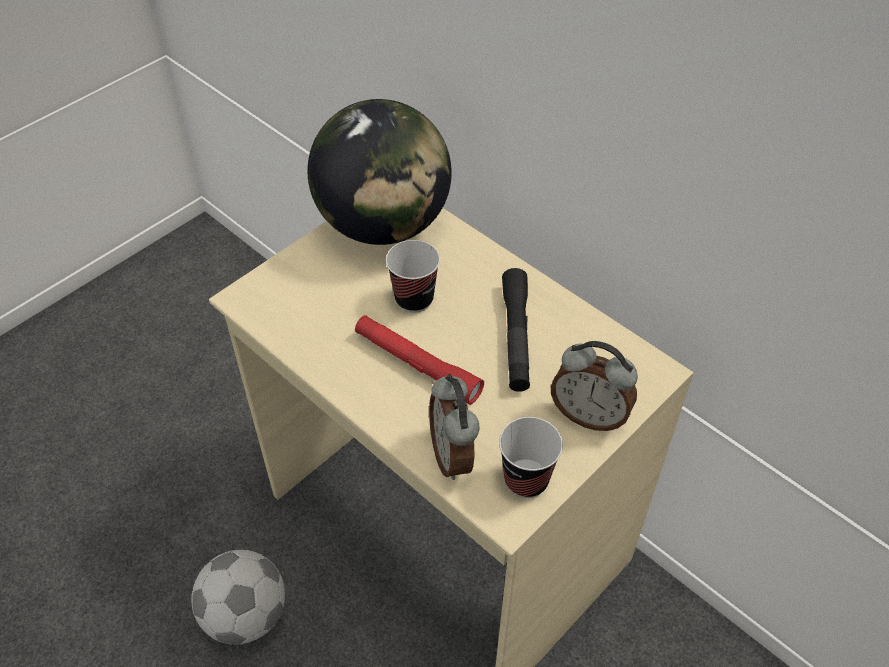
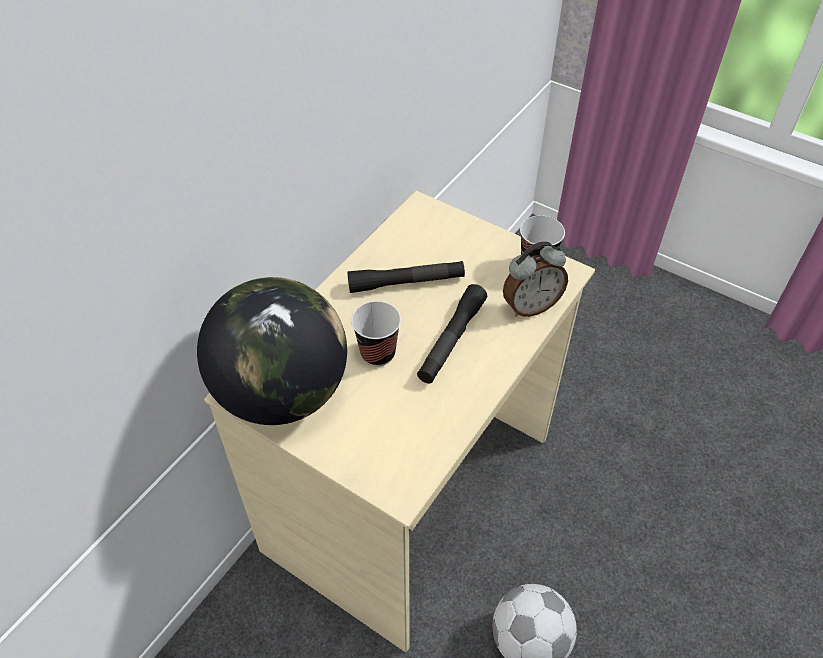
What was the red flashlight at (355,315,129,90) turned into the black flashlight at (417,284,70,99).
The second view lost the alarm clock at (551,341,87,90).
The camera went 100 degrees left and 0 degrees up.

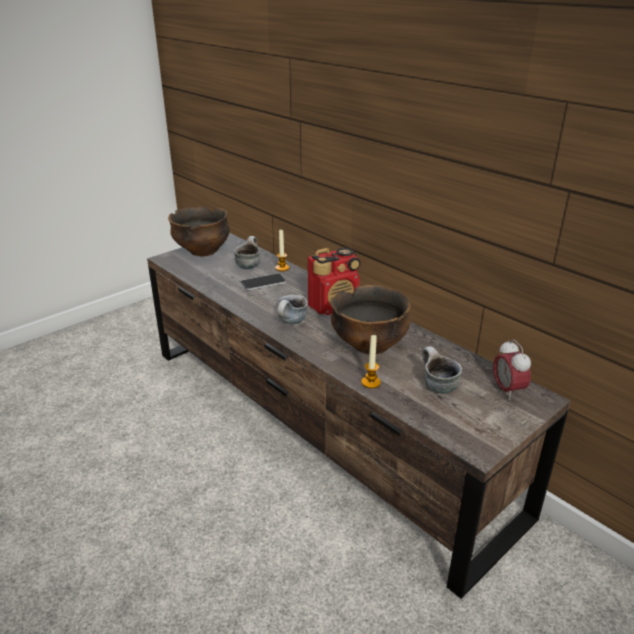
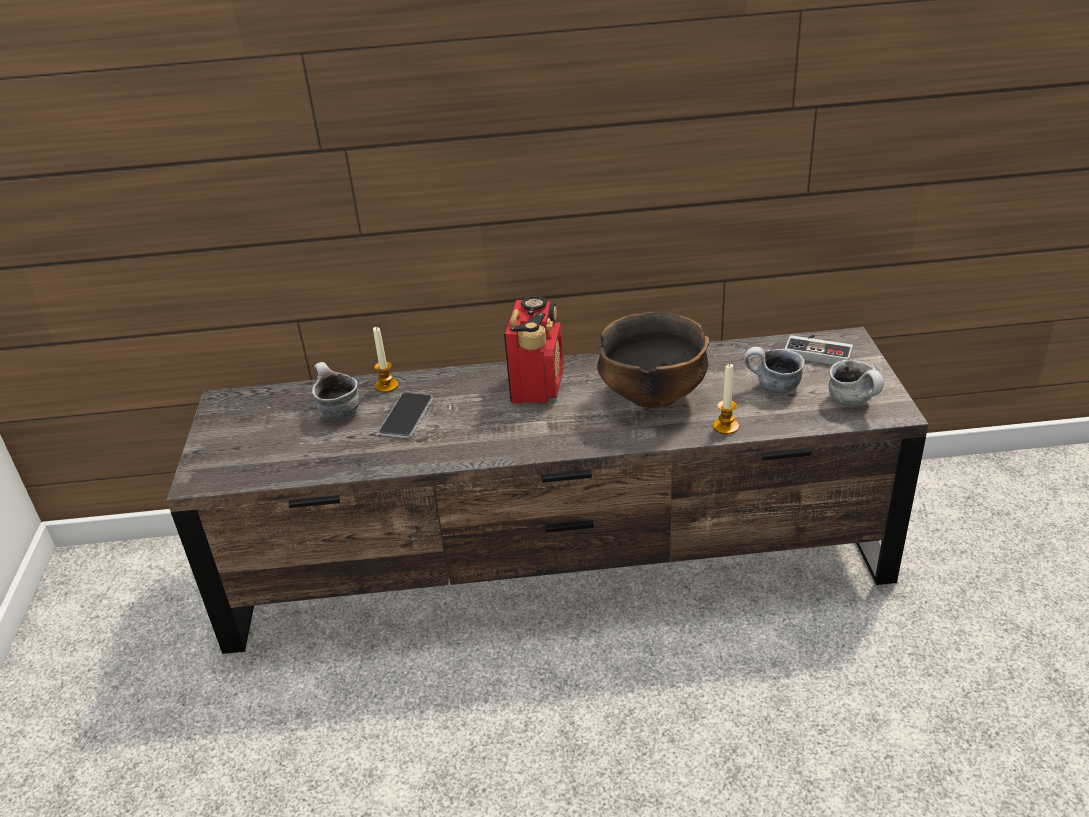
The second view lost the bowl at (168,207,62,50).
The mug ended up elsewhere, having gone from (277,295,31,29) to (828,360,56,46).
Where the alarm clock stood at (493,339,38,61), the game controller came to stand at (785,334,68,31).
The camera went 50 degrees left and 5 degrees up.

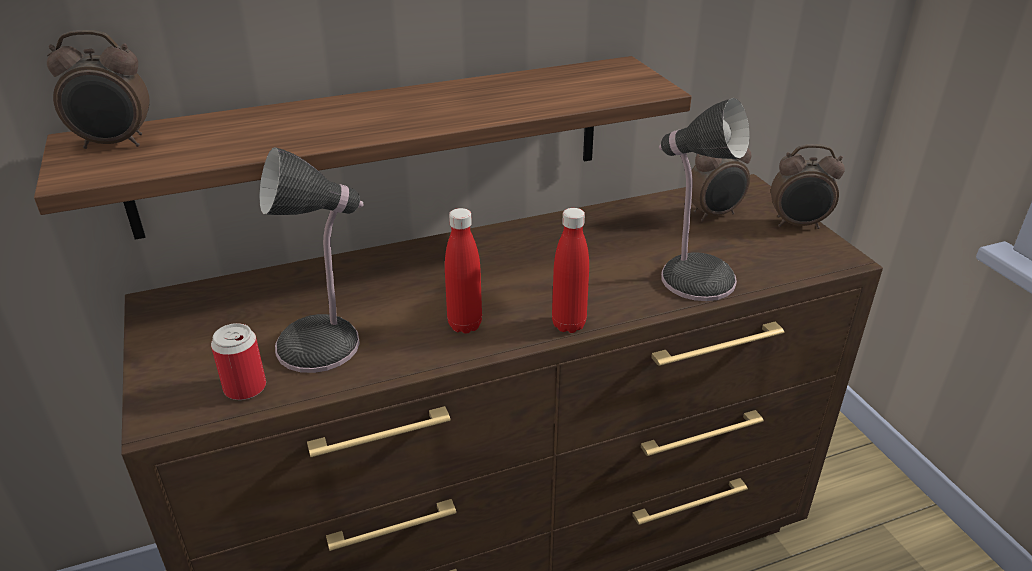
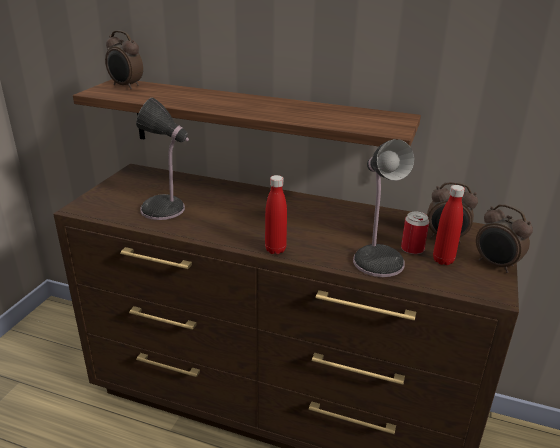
The red bottle ended up elsewhere, having gone from (445,208,37,126) to (433,185,32,80).
The can ended up elsewhere, having gone from (211,323,55,77) to (401,212,28,42).
The camera went 40 degrees right and 5 degrees down.

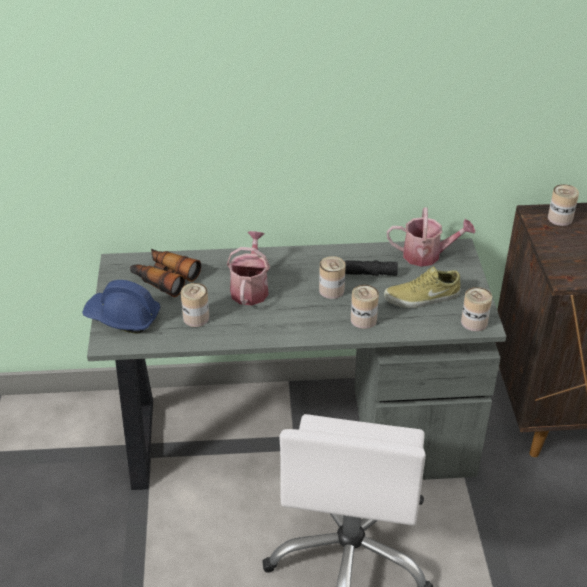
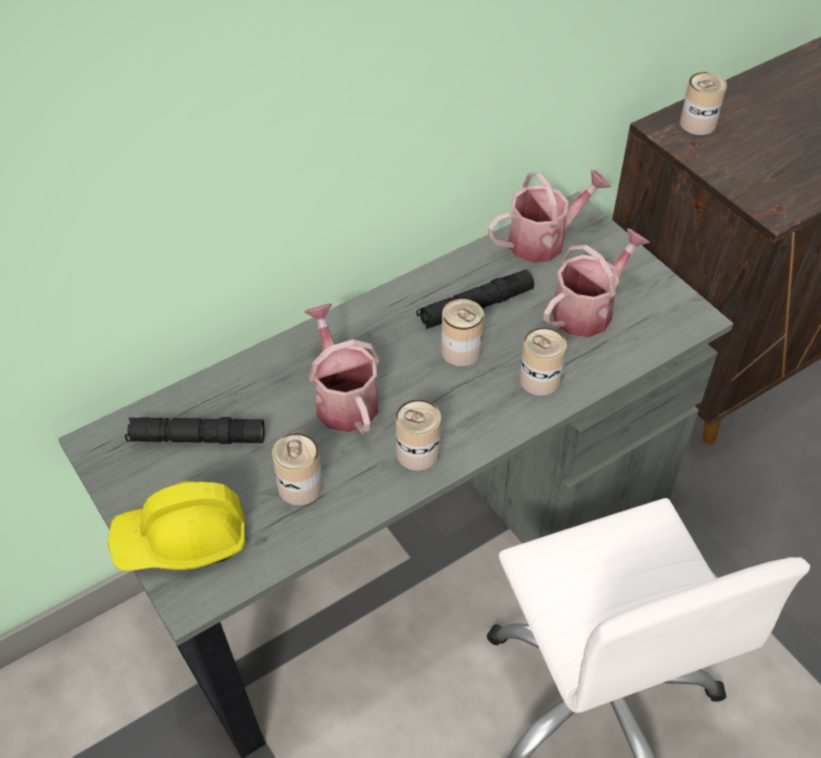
Where the binoculars stood at (130,249,71,48), the black flashlight came to stand at (125,417,140,27).
Where the beige shoe stood at (384,266,77,42), the watering can came to stand at (543,229,106,108).
What was the blue hard hat at (82,280,78,53) turned into the yellow hard hat at (108,481,137,89).
The can ended up elsewhere, having gone from (461,287,31,44) to (395,399,46,72).
The camera went 30 degrees left and 10 degrees up.

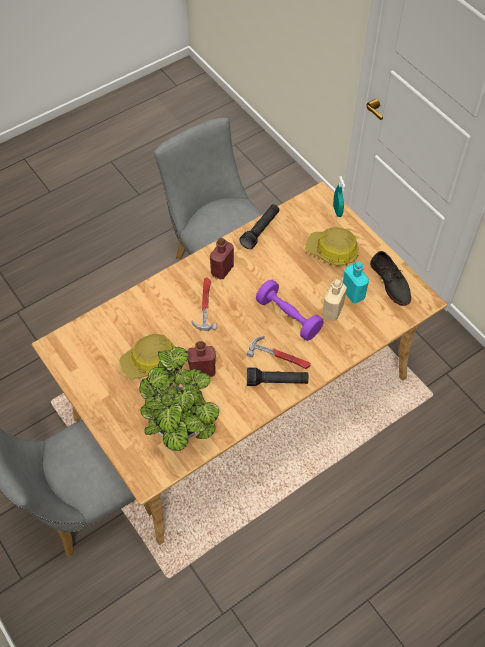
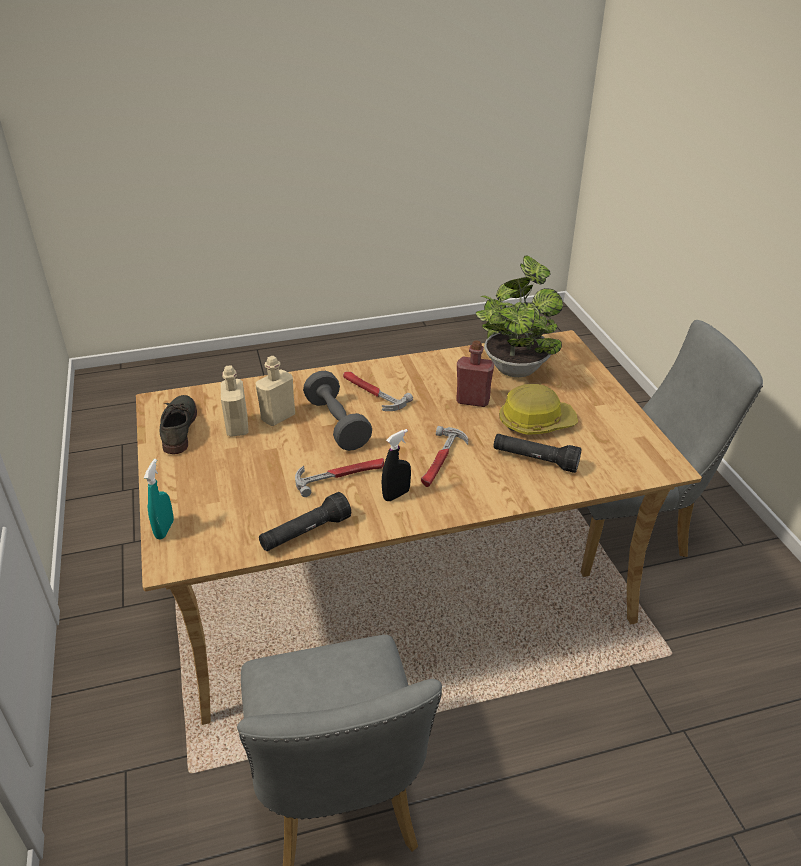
The second view lost the hard hat at (305,227,54,39).
Where the red bottle stood at (210,237,24,42), the black spray bottle came to stand at (381,429,30,72).
What was the turquoise bottle at (343,261,26,42) turned into the beige bottle at (221,365,28,72).
What was the purple dumbbell at (256,280,68,61) turned into the grey dumbbell at (303,371,69,80).
The black flashlight ended up elsewhere, having gone from (247,367,61,19) to (493,434,89,39).
The second view gained the hammer at (295,458,89,39).
The camera went 160 degrees left and 20 degrees down.

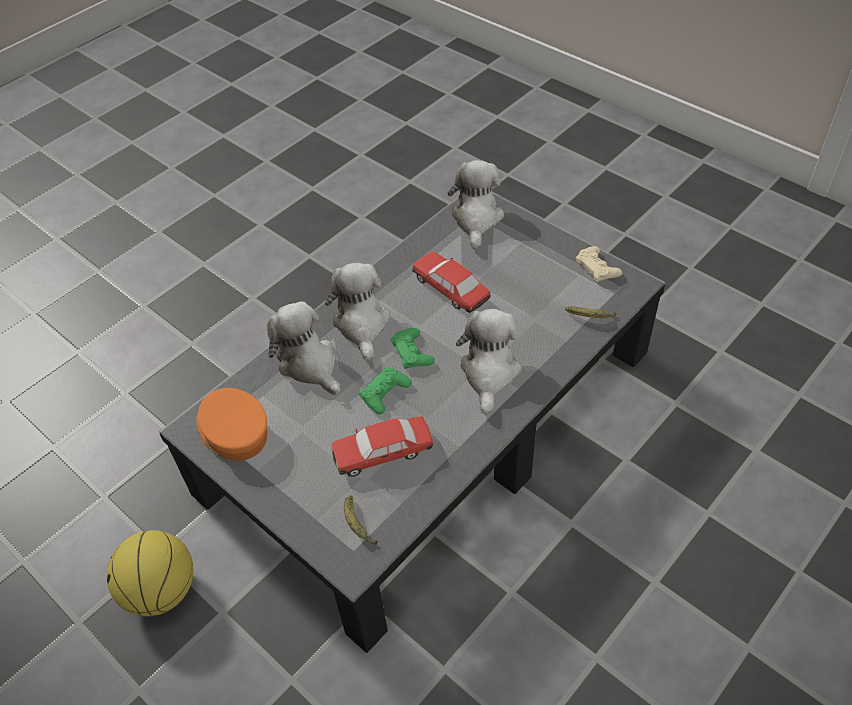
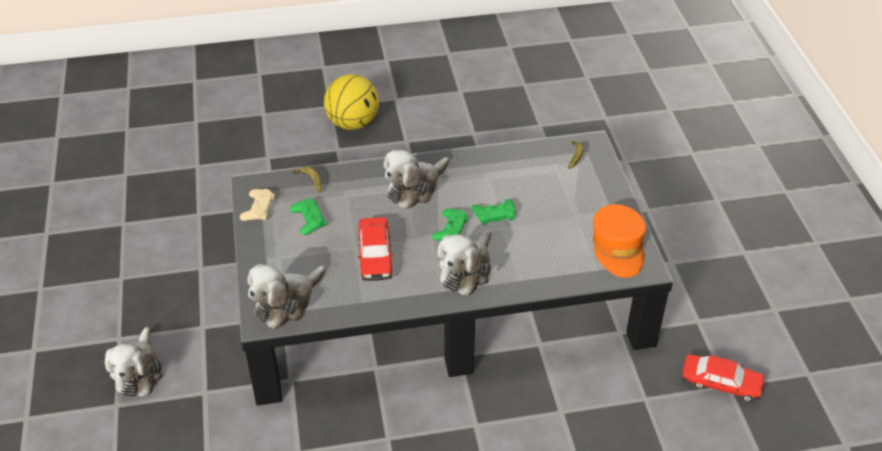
The plush toy ended up elsewhere, having gone from (267,301,74,95) to (105,327,58,70).
The toy car ended up elsewhere, having gone from (331,416,102,61) to (681,355,84,47).
The basketball ended up elsewhere, having gone from (107,530,86,86) to (324,74,55,56).
The second view gained the green game controller at (290,199,36,36).
The camera went 145 degrees left and 5 degrees down.

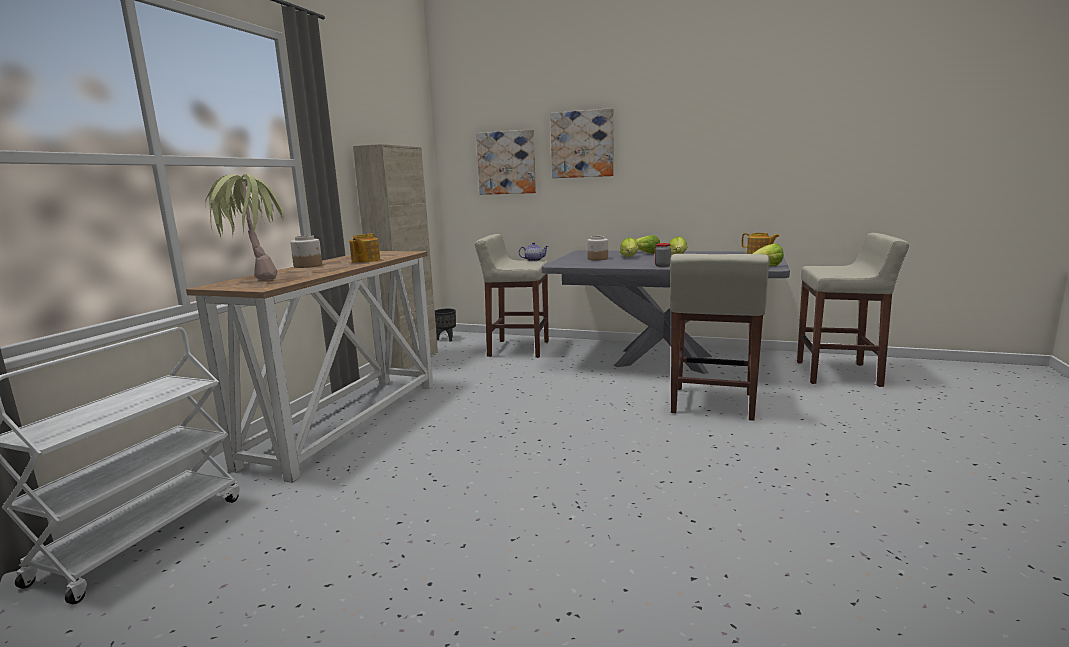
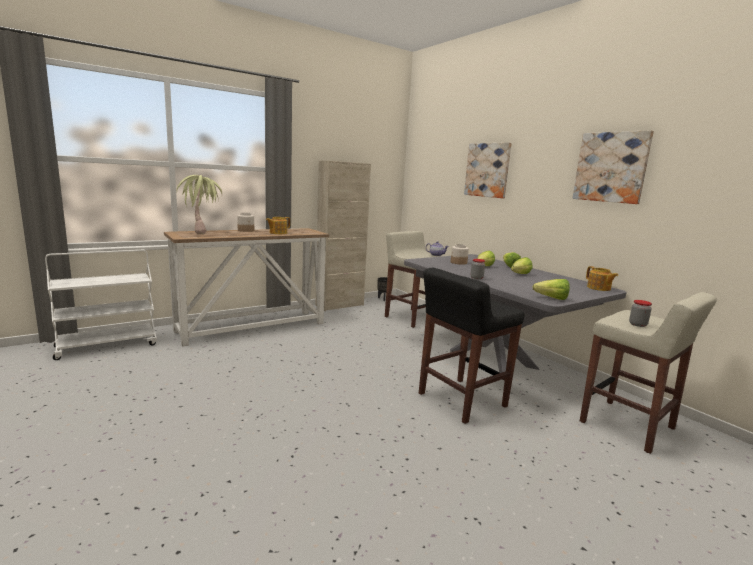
The picture ended up elsewhere, having gone from (476,129,60,66) to (573,130,81,74).
What was the beige stool at (670,254,99,167) turned into the black stool at (419,268,105,156).
The second view gained the jar at (629,300,23,27).
The camera went 35 degrees right and 0 degrees up.

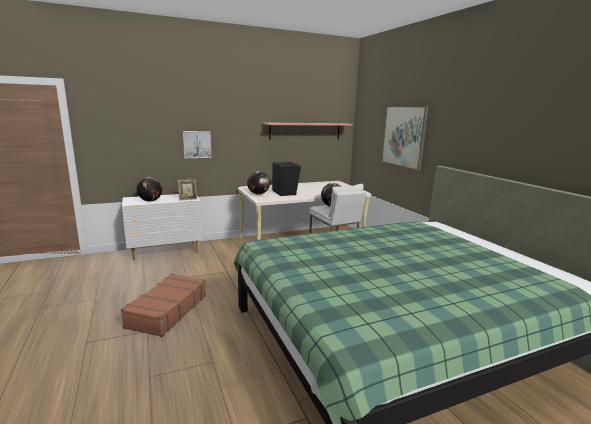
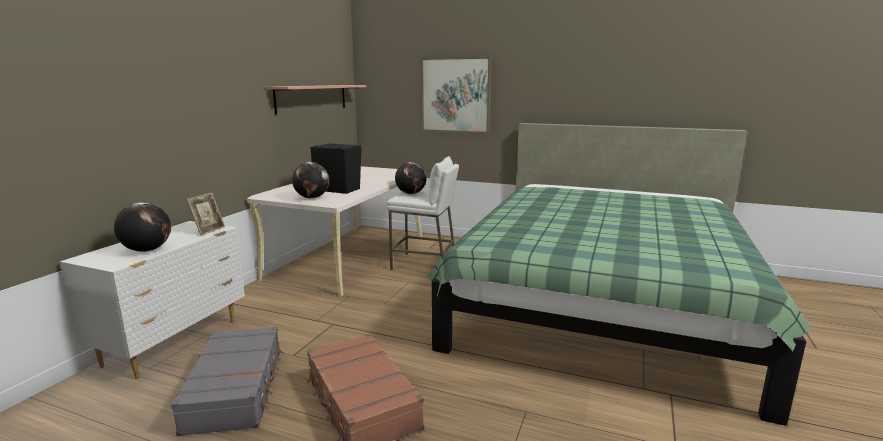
The second view lost the picture at (183,131,28,27).
The second view gained the grey suitcase at (171,327,113,110).
The camera went 45 degrees left and 0 degrees up.

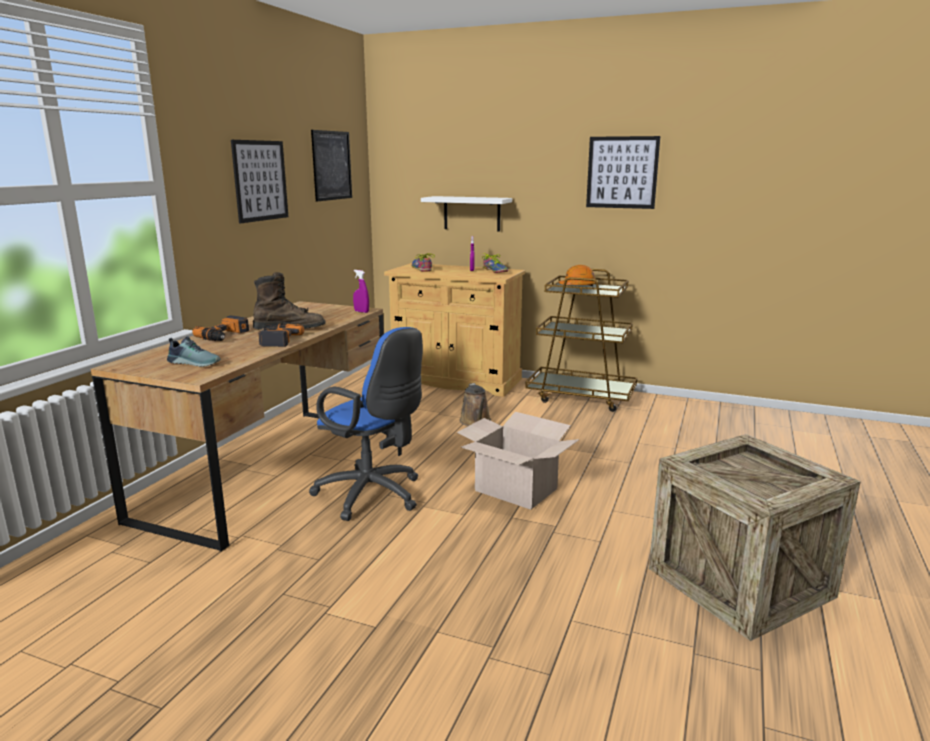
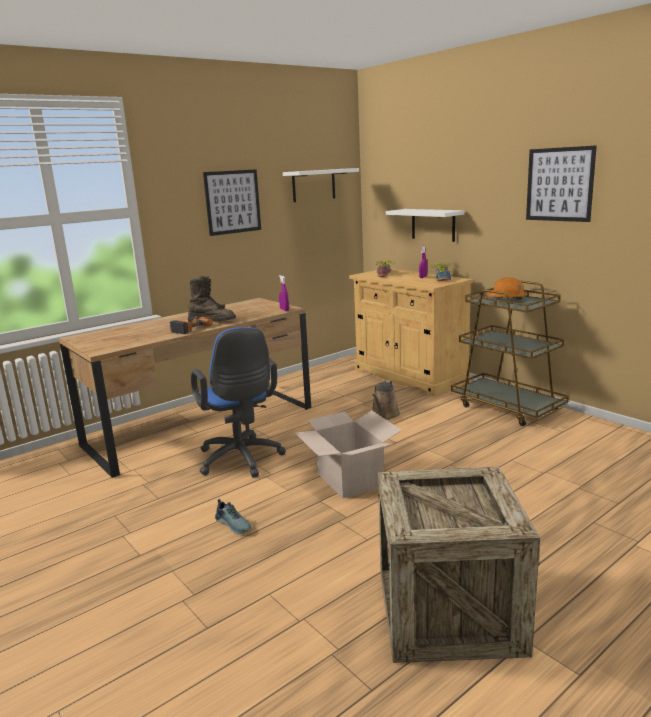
Where the picture hung at (311,130,41,71), the white shelf came to hang at (283,168,76,34).
The second view lost the power drill at (192,315,57,26).
The shoe ended up elsewhere, having gone from (167,336,54,31) to (215,499,36,35).
The camera went 30 degrees right and 0 degrees up.

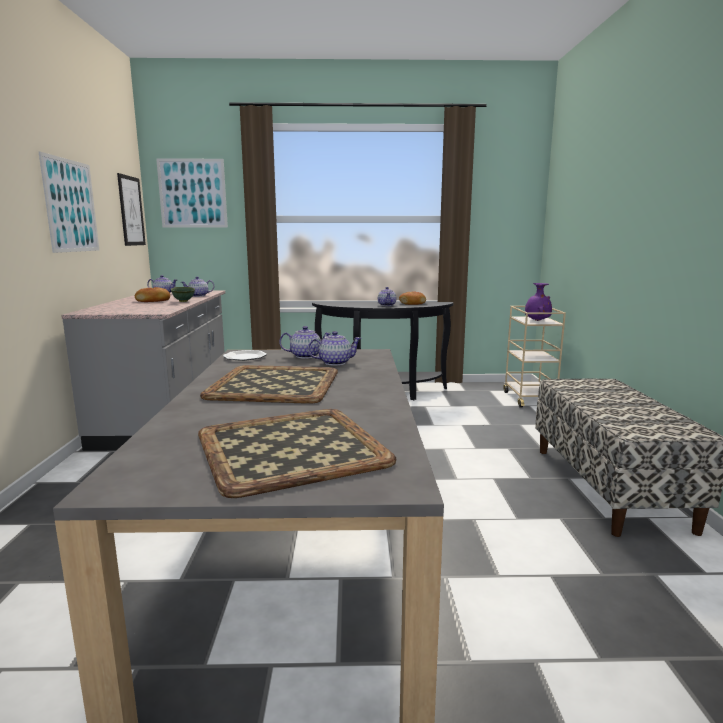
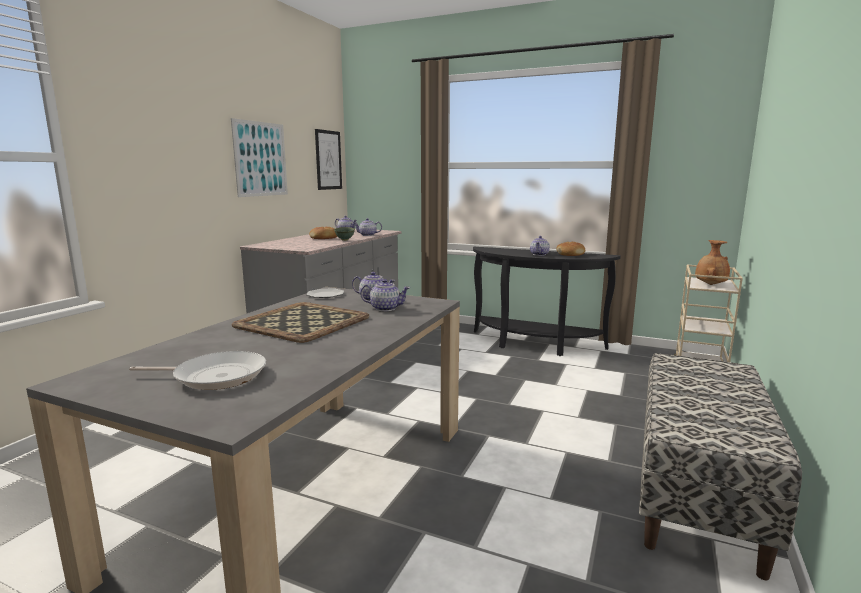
The second view lost the picture at (156,158,72,70).
What was the purple vase at (525,283,27,38) turned into the brown vase at (695,240,35,45).
Where the tray stood at (198,409,198,89), the frying pan came to stand at (129,351,137,39).
The camera went 25 degrees right and 0 degrees up.

